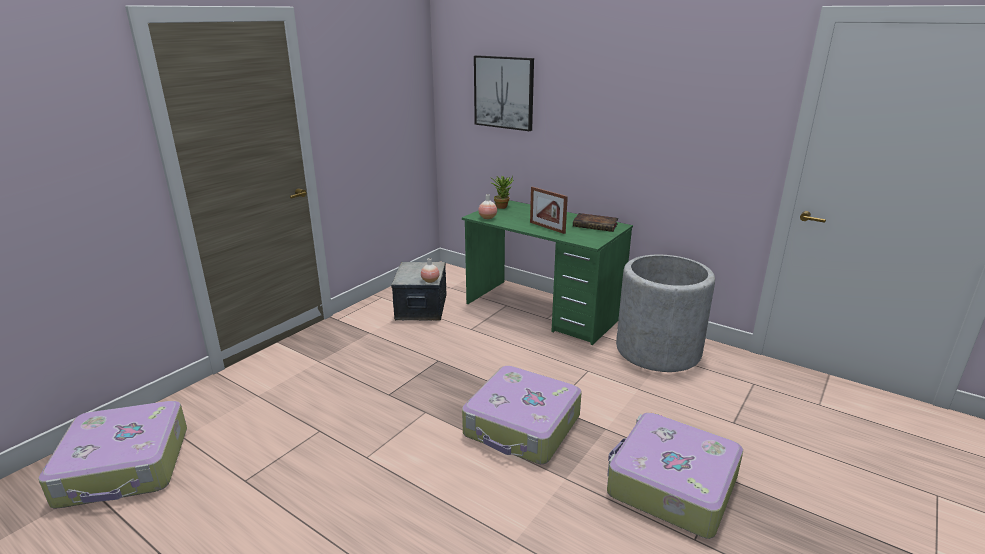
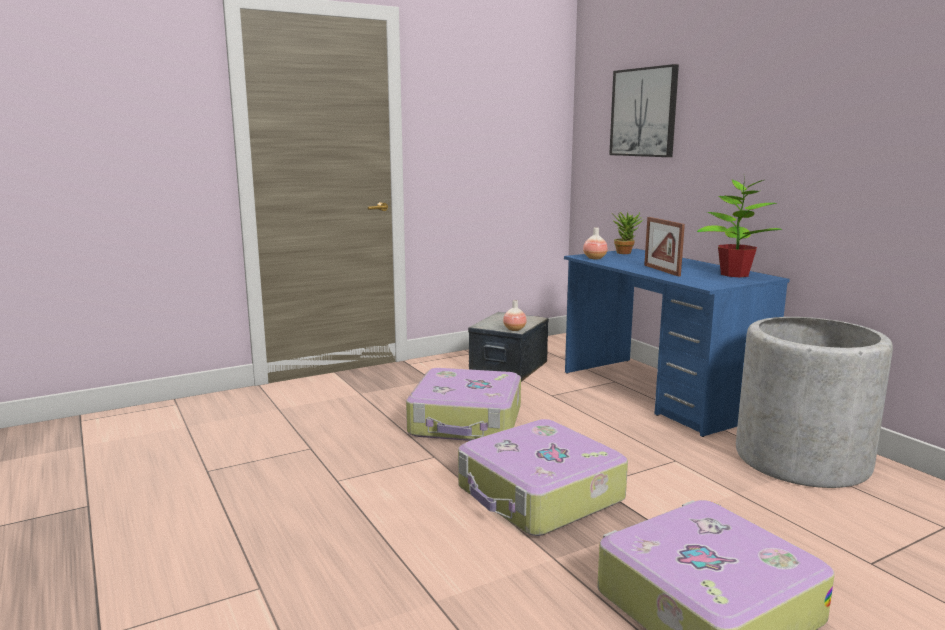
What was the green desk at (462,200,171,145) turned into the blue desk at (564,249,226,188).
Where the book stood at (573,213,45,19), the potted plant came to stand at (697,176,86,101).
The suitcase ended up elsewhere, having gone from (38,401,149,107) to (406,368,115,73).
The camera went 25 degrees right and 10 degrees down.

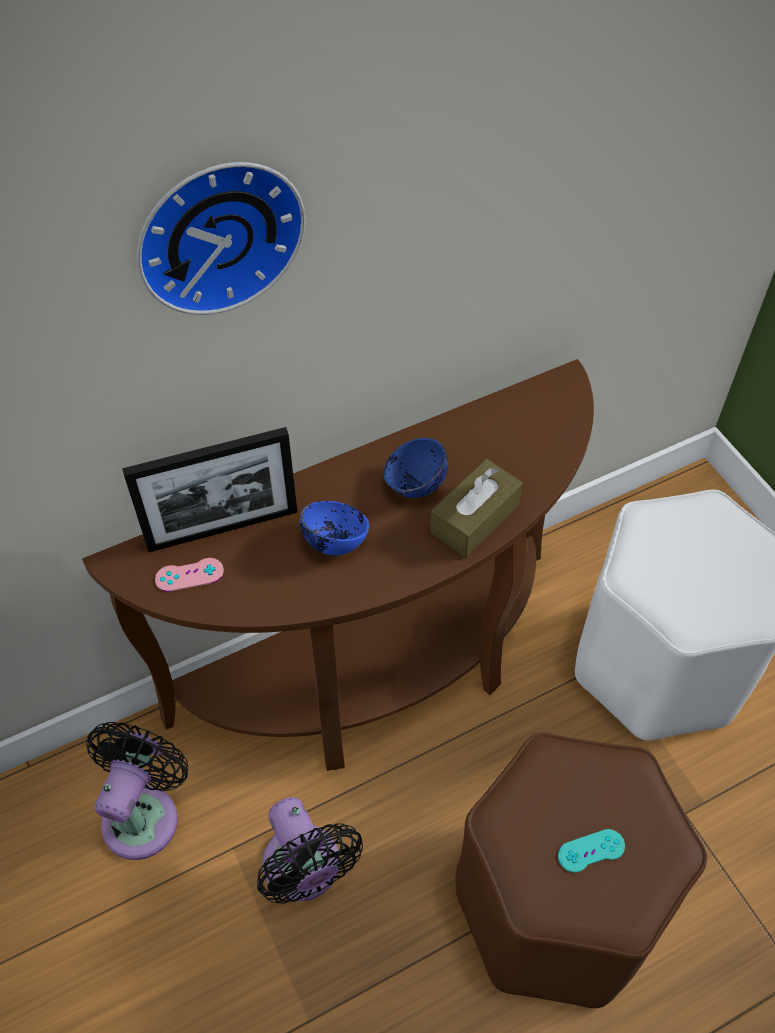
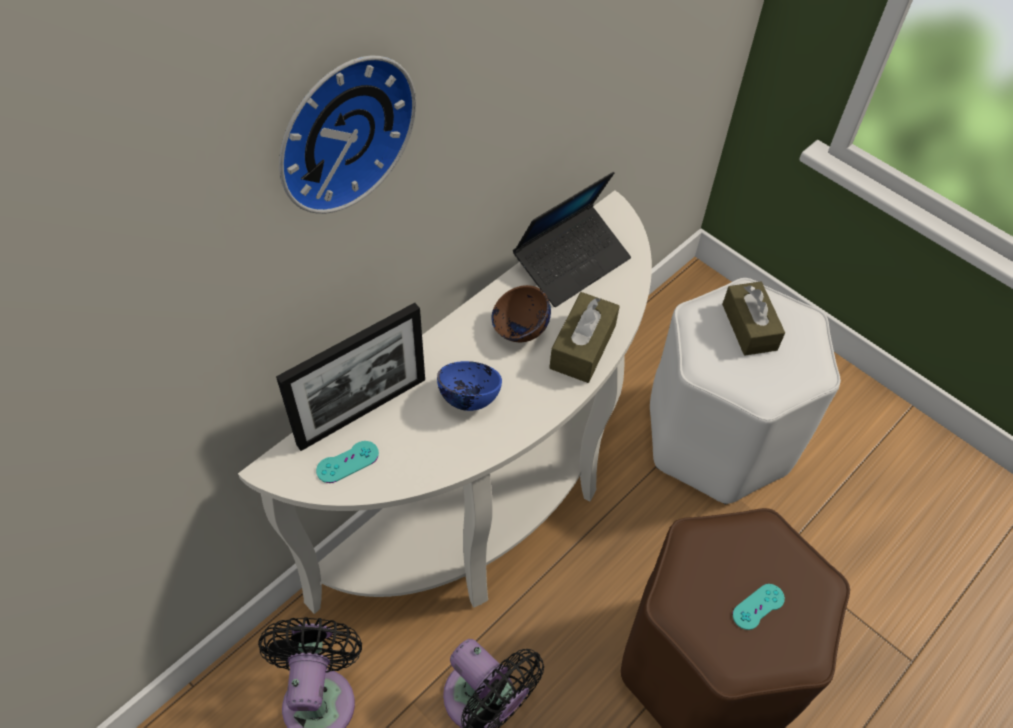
What was the brown console table at (82,359,512,412) turned into the white console table at (238,190,414,424).
What was the blue bowl at (384,438,64,60) turned into the brown bowl at (491,285,60,57).
What was the pink game controller at (155,558,69,34) turned into the turquoise game controller at (316,441,63,42).
The second view gained the laptop at (513,172,118,135).
The second view gained the brown tissue box at (722,282,63,73).
The camera went 20 degrees left and 0 degrees up.

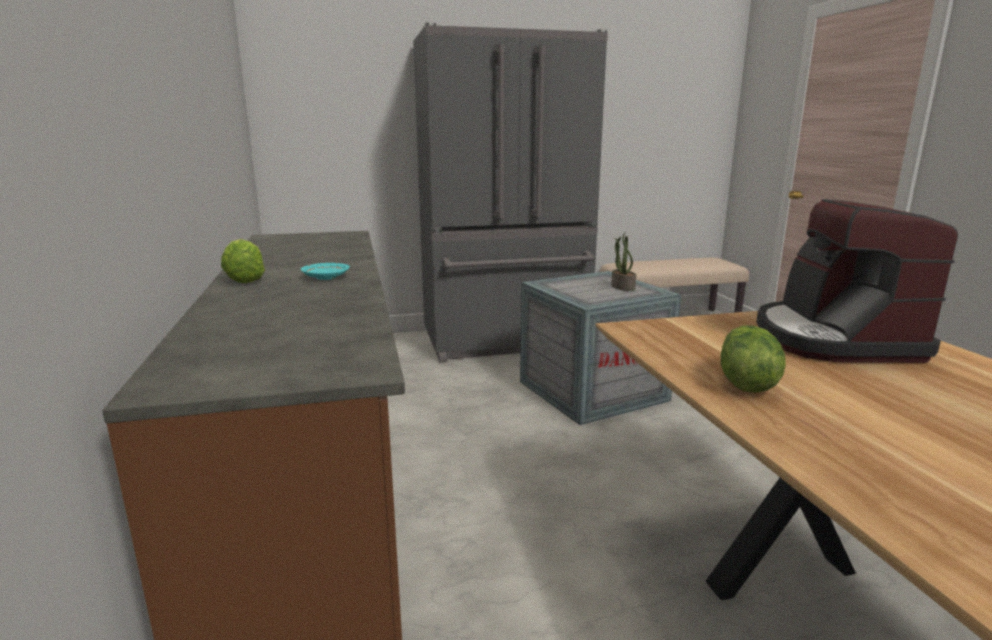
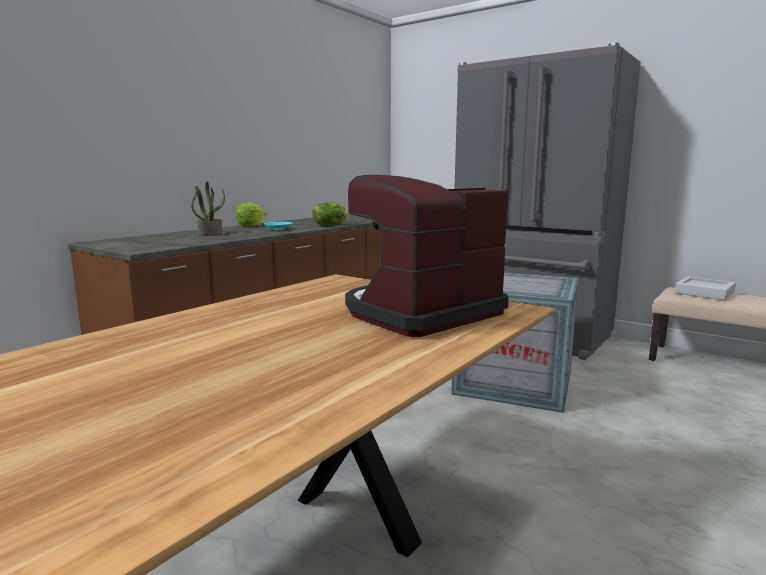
The potted plant ended up elsewhere, having gone from (611,232,25,59) to (191,181,34,55).
The lettuce ended up elsewhere, having gone from (721,326,65,67) to (312,202,39,24).
The second view gained the grey tray at (675,277,61,23).
The camera went 50 degrees right and 5 degrees down.

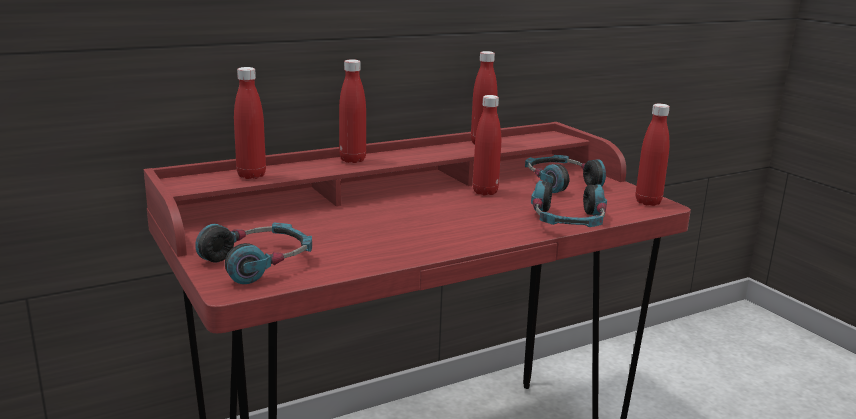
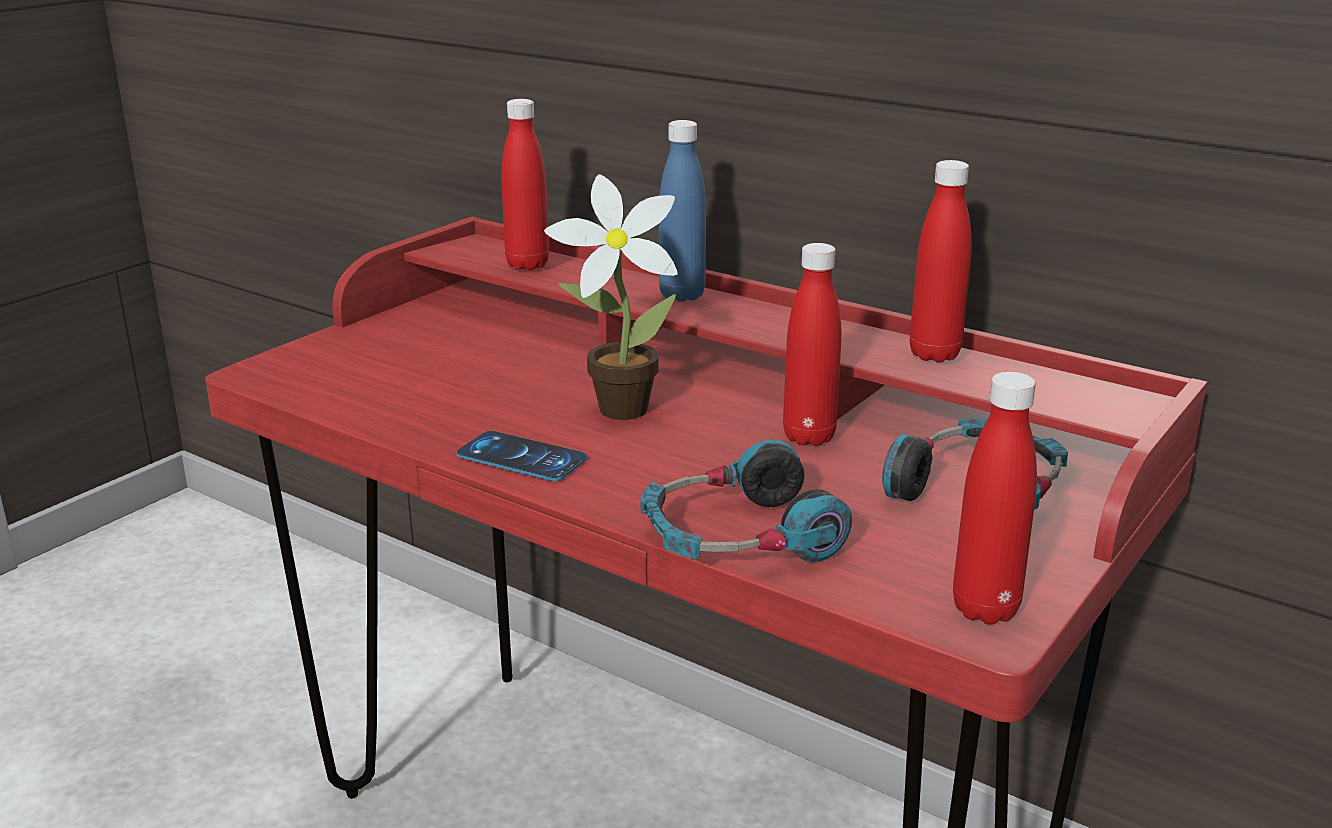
What was the red bottle at (339,59,27,104) turned into the blue bottle at (659,120,47,182).
The second view lost the headphones at (195,223,117,61).
The second view gained the potted plant at (544,174,134,246).
The second view gained the phone at (456,431,132,50).
The camera went 65 degrees right and 5 degrees up.

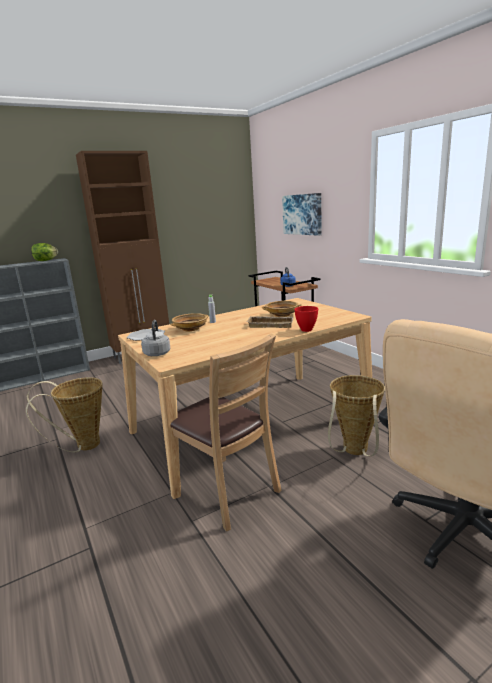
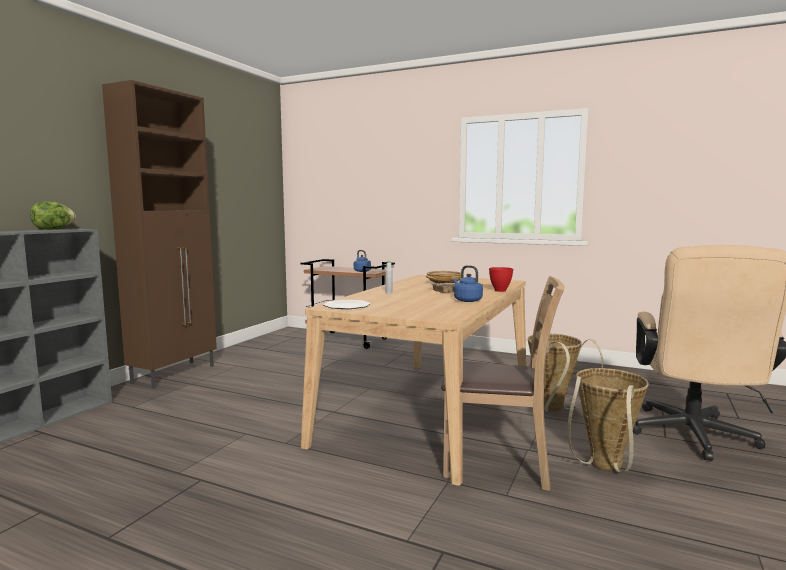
The second view lost the picture at (282,193,40,43).
The second view lost the beige bowl at (170,313,38,18).
The second view lost the grey kettle at (141,320,29,36).
The basket ended up elsewhere, having gone from (26,377,77,76) to (567,368,82,105).
The second view gained the blue kettle at (453,265,30,37).
The camera went 35 degrees left and 10 degrees down.

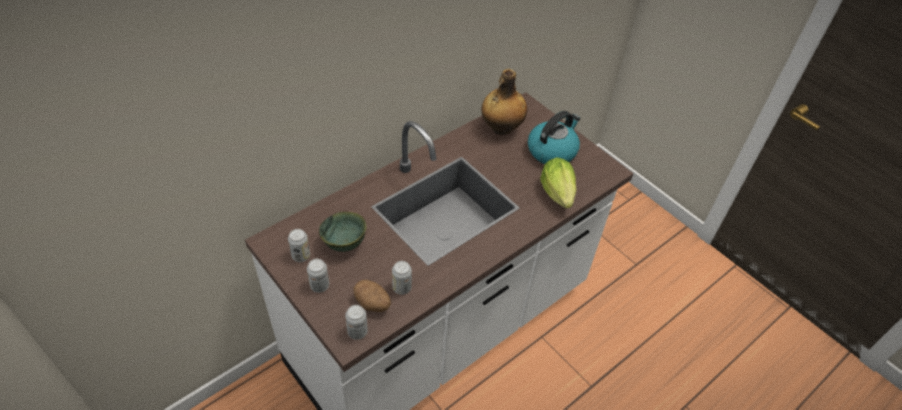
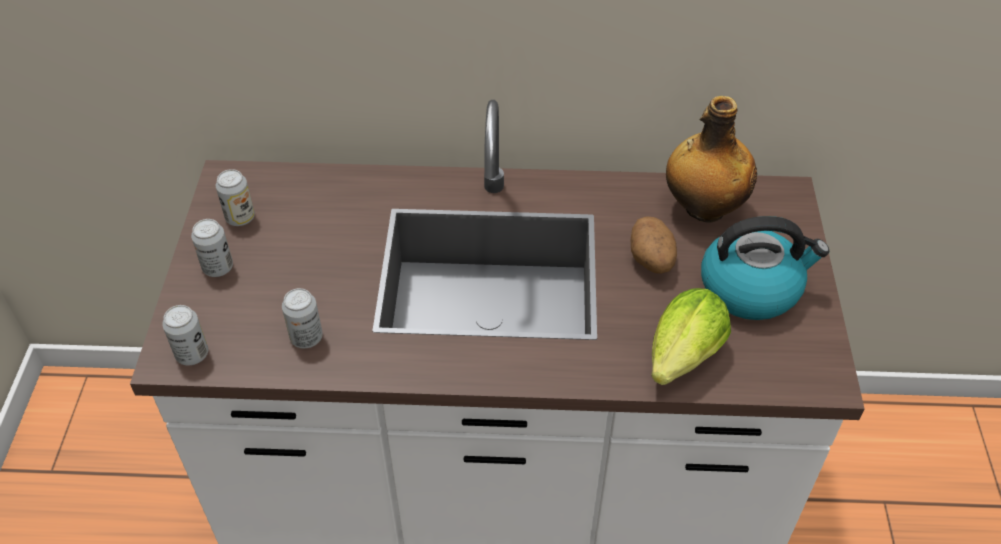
The second view lost the green bowl at (319,212,48,40).
The potato ended up elsewhere, having gone from (353,280,38,32) to (631,216,46,58).
The camera went 45 degrees right and 0 degrees up.

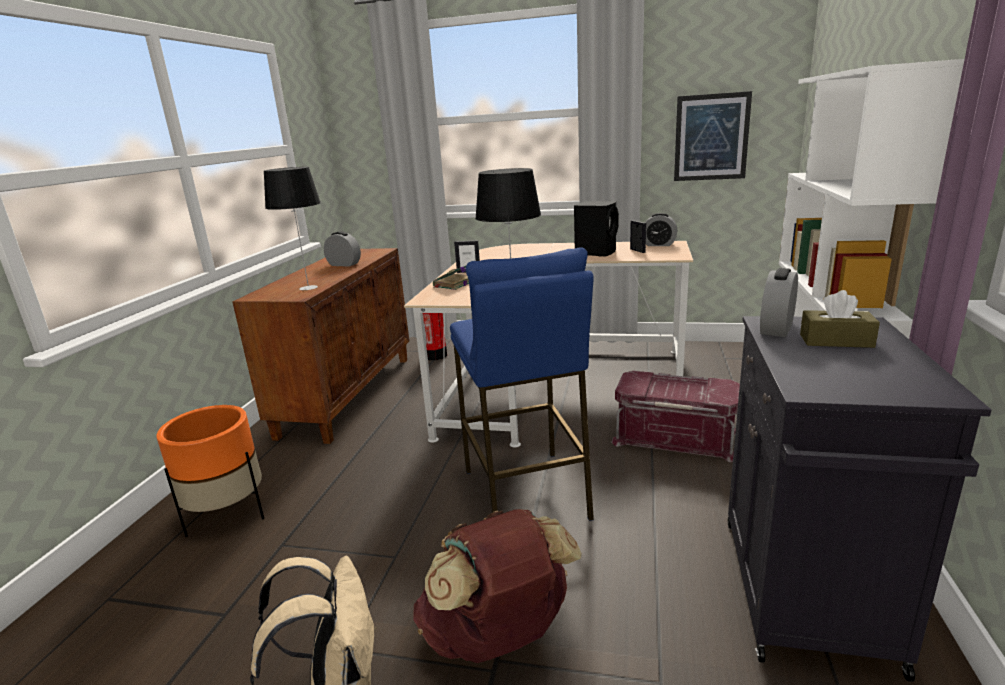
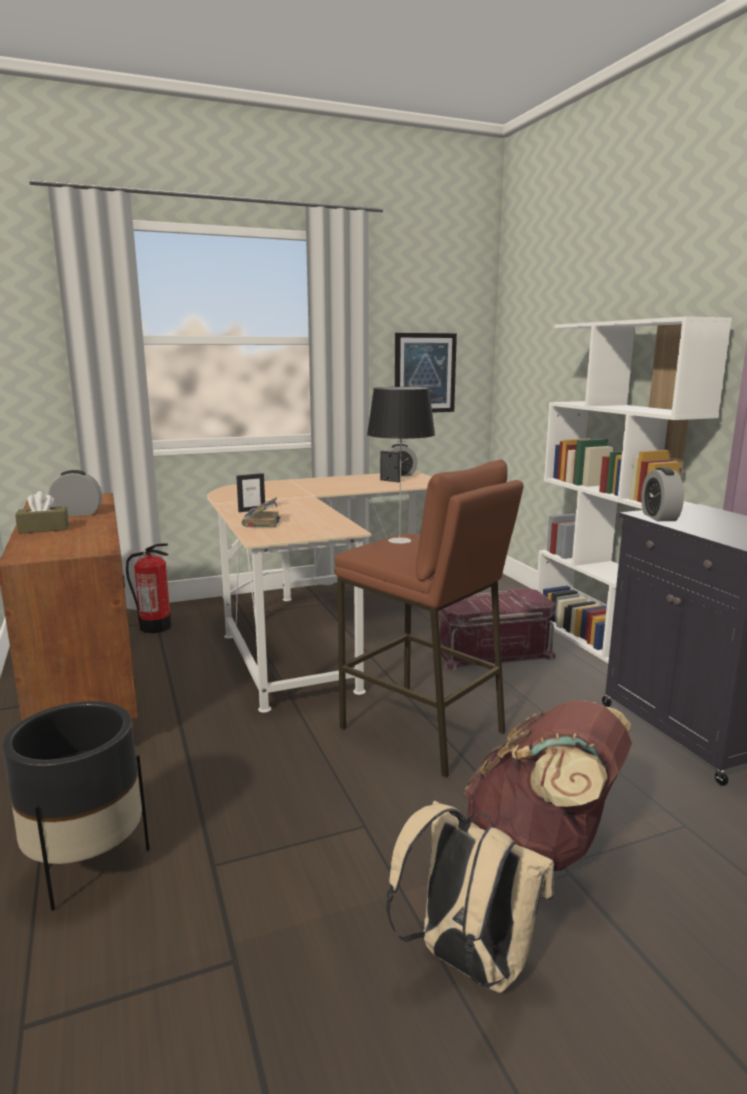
The second view lost the table lamp at (264,167,57,123).
The second view lost the black speaker at (574,201,45,56).
What was the blue stool at (450,247,144,274) turned into the brown stool at (334,460,190,318).
The brown tissue box ended up elsewhere, having gone from (800,290,80,58) to (15,491,54,43).
What was the orange planter at (157,405,107,132) turned into the black planter at (2,701,147,210).
The camera went 35 degrees left and 5 degrees down.

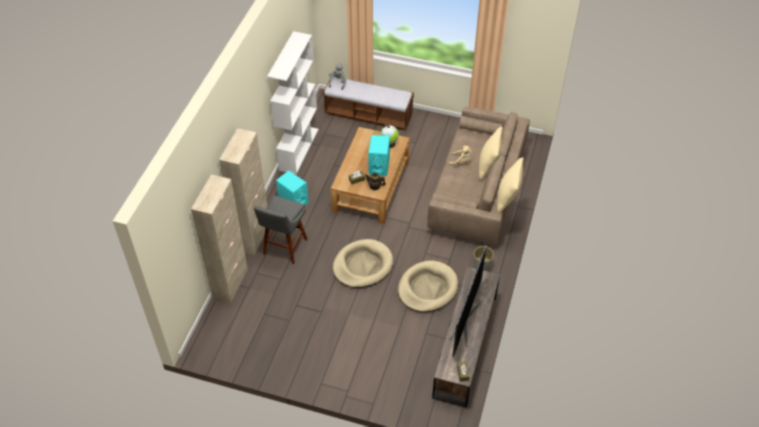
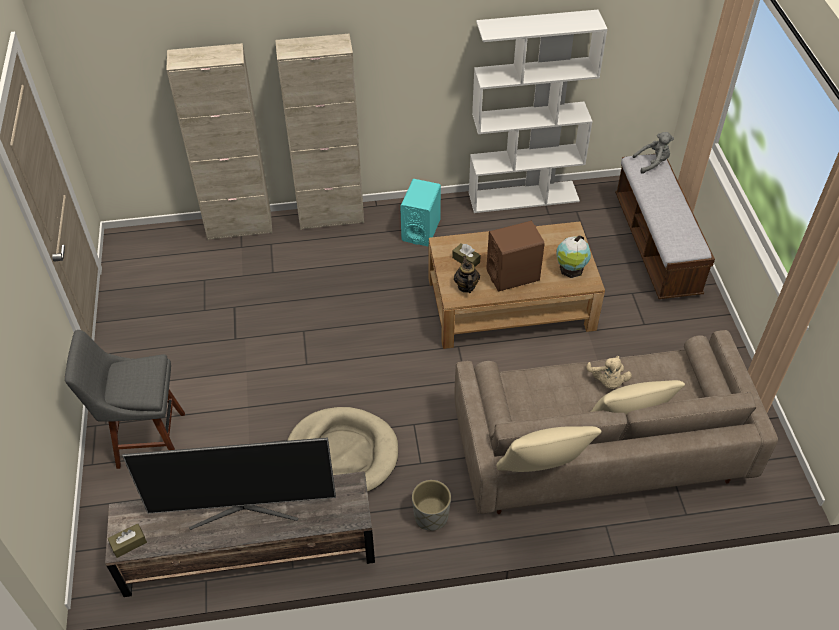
What was the turquoise speaker at (368,135,22,41) turned into the brown speaker at (486,221,59,71).
The grey stool ended up elsewhere, having gone from (254,195,54,69) to (65,330,120,139).
The second view lost the beige dog bed at (333,239,60,49).
The camera went 65 degrees right and 0 degrees up.

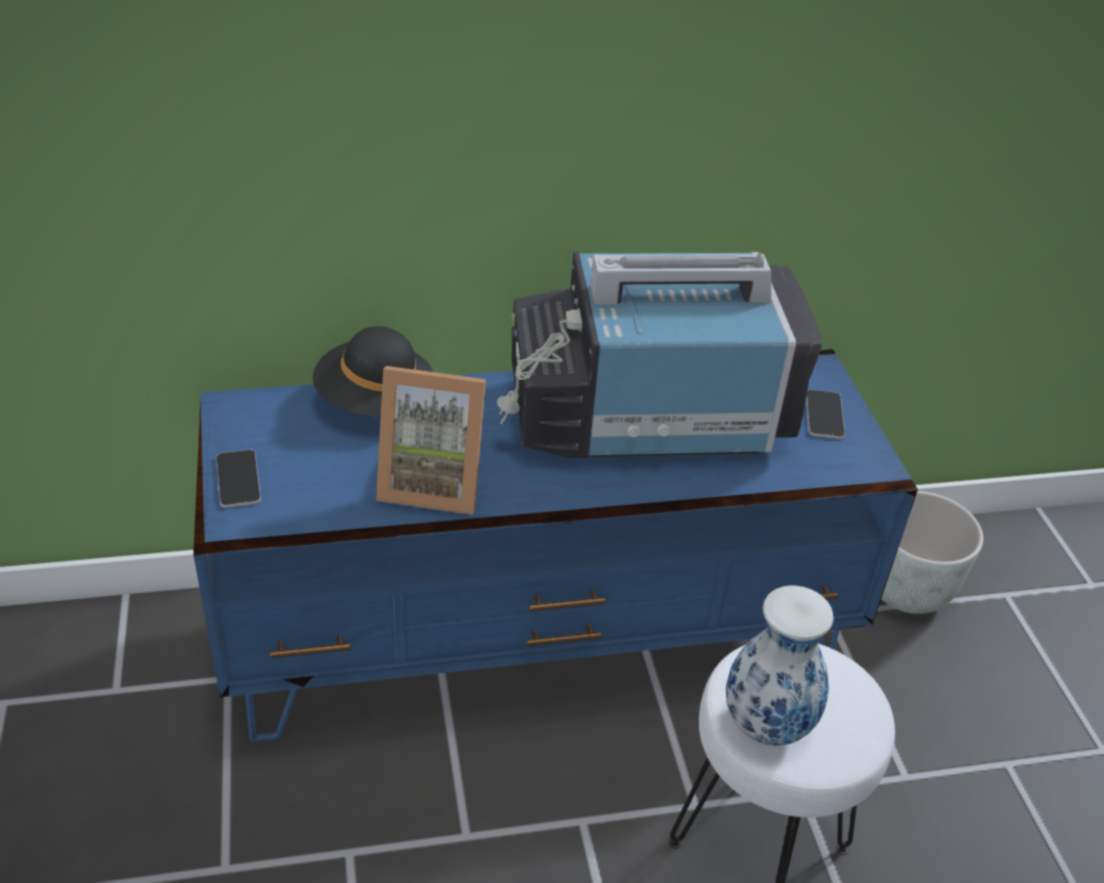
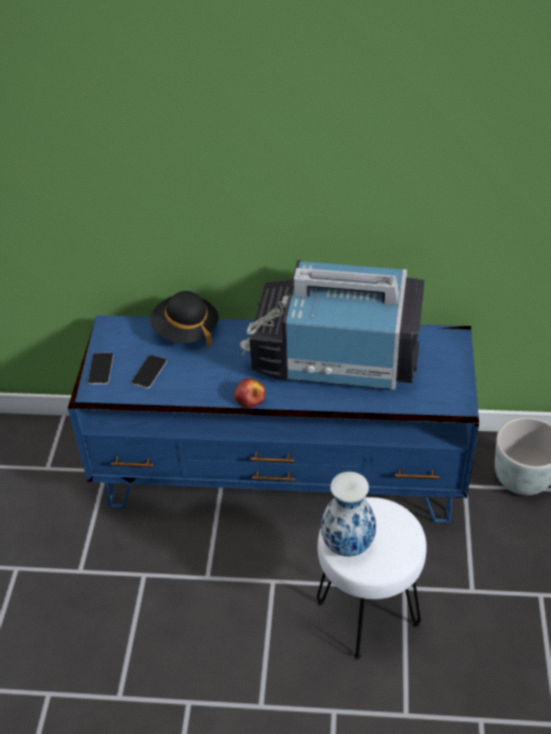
The second view lost the picture frame at (376,366,110,149).
The phone ended up elsewhere, having gone from (806,389,39,50) to (131,355,36,33).
The second view gained the apple at (234,378,32,30).
The camera went 20 degrees right and 5 degrees up.

